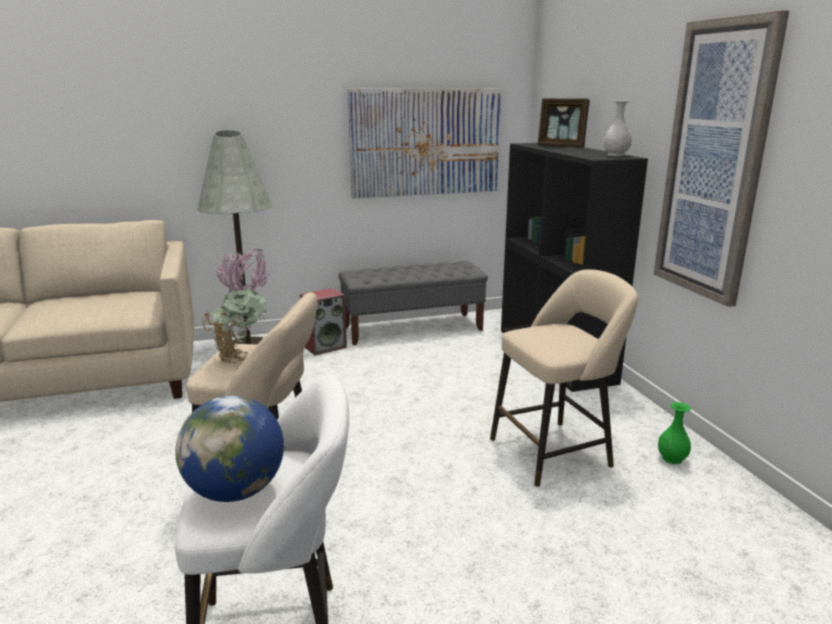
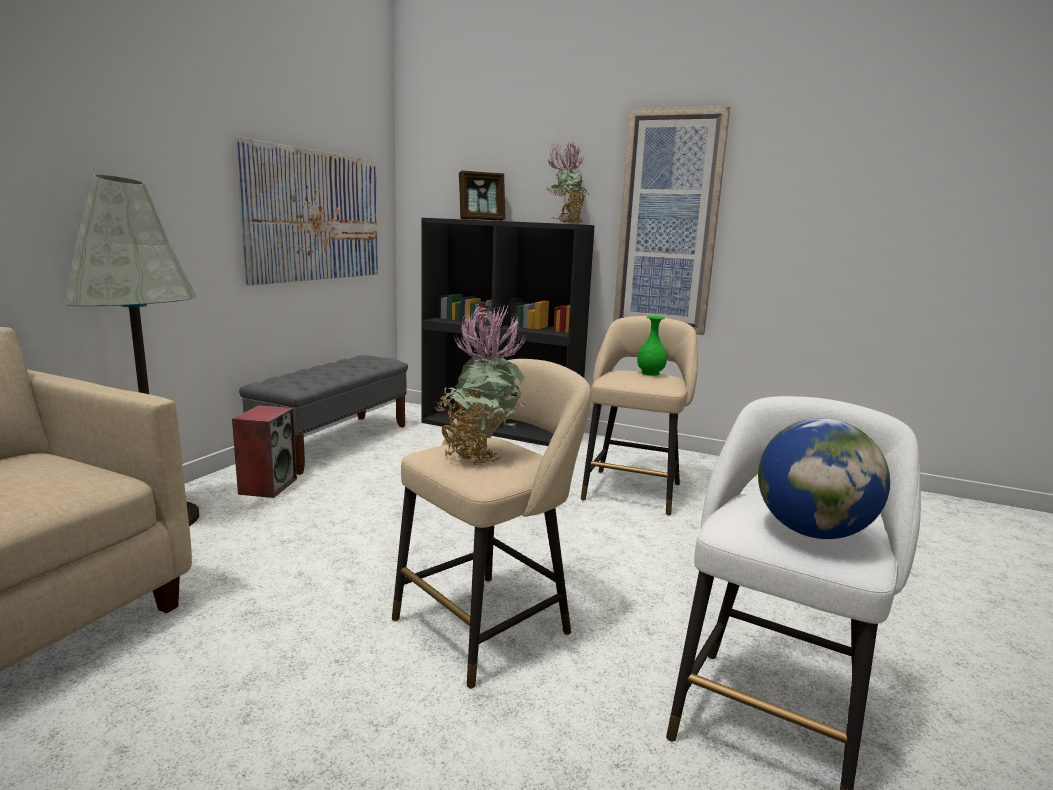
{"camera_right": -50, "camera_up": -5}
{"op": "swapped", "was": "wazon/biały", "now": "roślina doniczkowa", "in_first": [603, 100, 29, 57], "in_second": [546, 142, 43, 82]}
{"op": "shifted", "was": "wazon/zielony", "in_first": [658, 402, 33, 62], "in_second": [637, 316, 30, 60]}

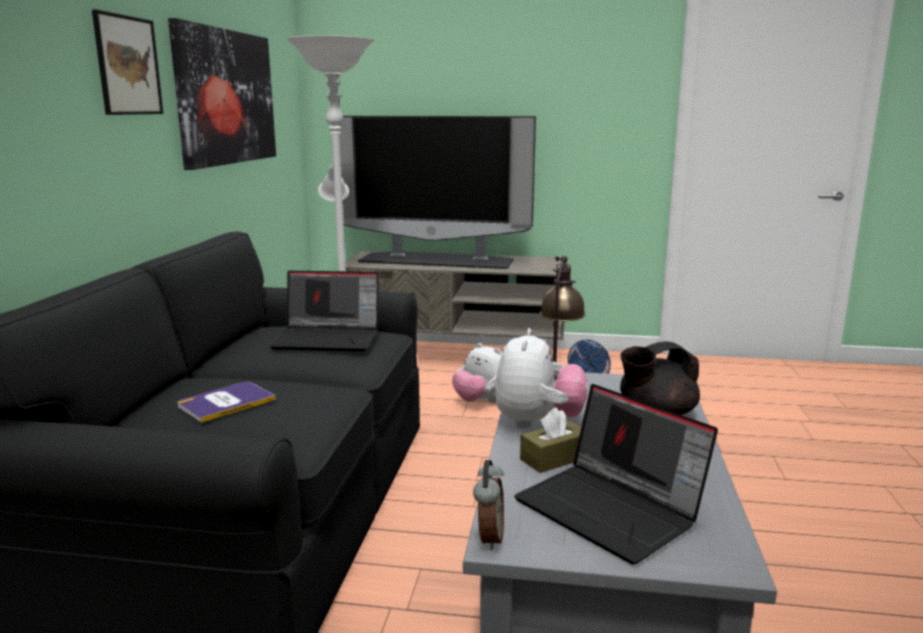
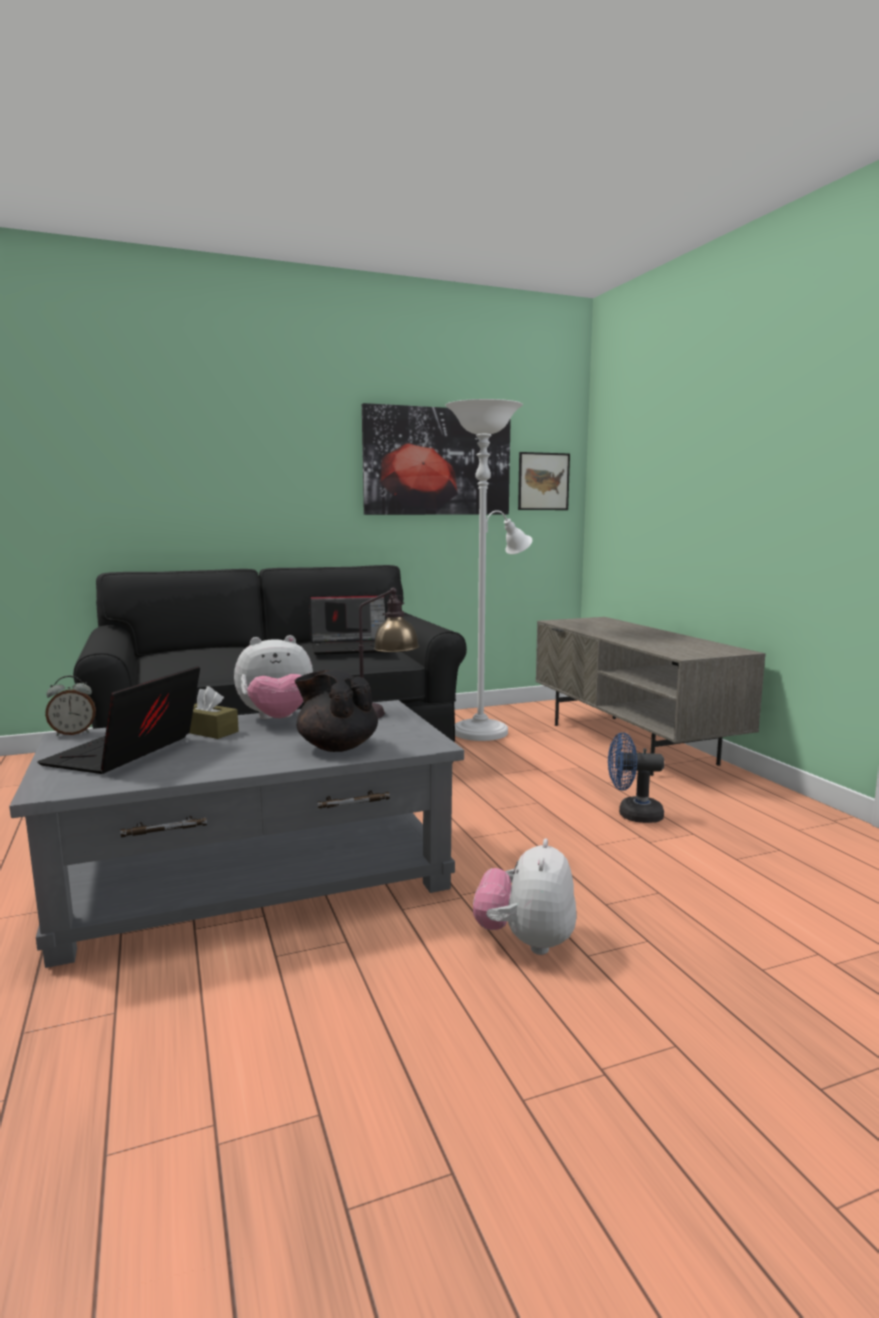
{"camera_right": 60, "camera_up": -5}
{"op": "shifted", "was": "obraz", "in_first": [92, 9, 71, 106], "in_second": [518, 452, 52, 58]}
{"op": "gone", "was": "książka", "in_first": [177, 382, 99, 41]}
{"op": "rotated", "was": "laptop", "in_first": [269, 271, 110, 80], "in_second": [309, 594, 78, 61], "clockwise": -75}
{"op": "gone", "was": "telewizor", "in_first": [331, 116, 205, 153]}
{"op": "shifted", "was": "pluszak", "in_first": [452, 343, 50, 60], "in_second": [473, 838, 104, 117]}

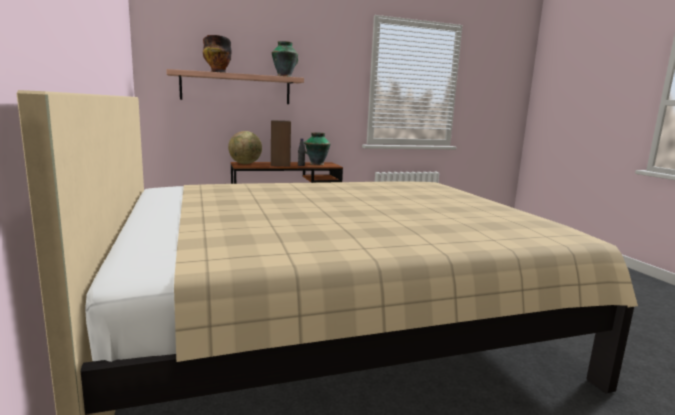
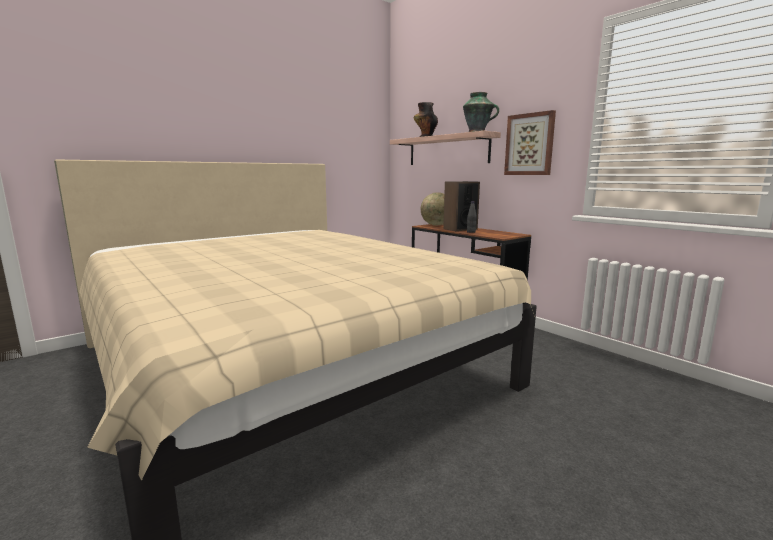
{"camera_right": 70, "camera_up": 0}
{"op": "gone", "was": "wazon", "in_first": [304, 132, 26, 33]}
{"op": "new", "now": "obraz", "in_second": [504, 110, 52, 65]}

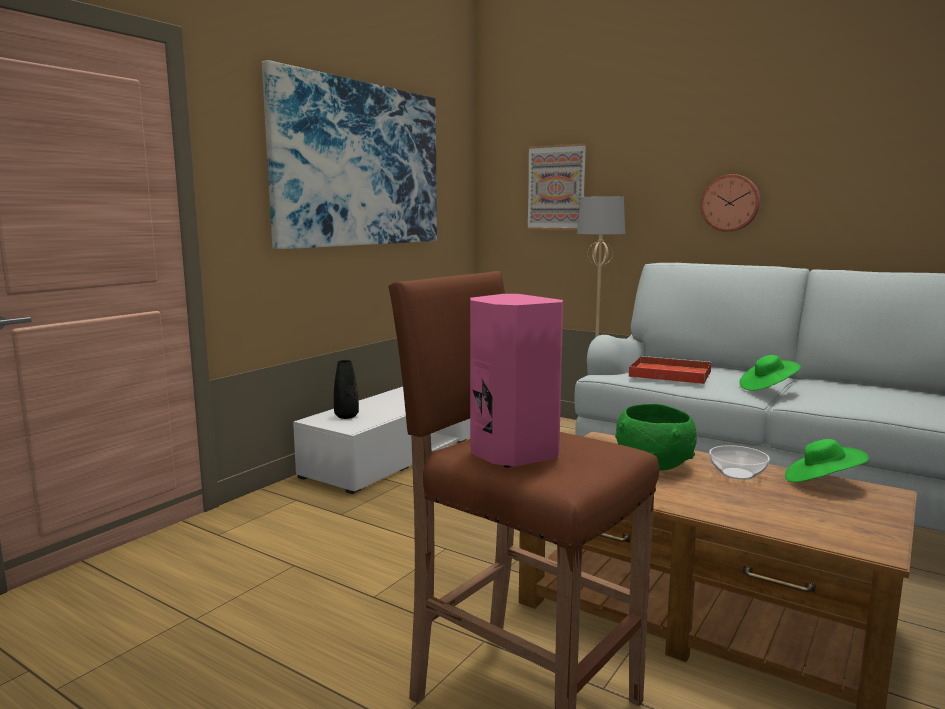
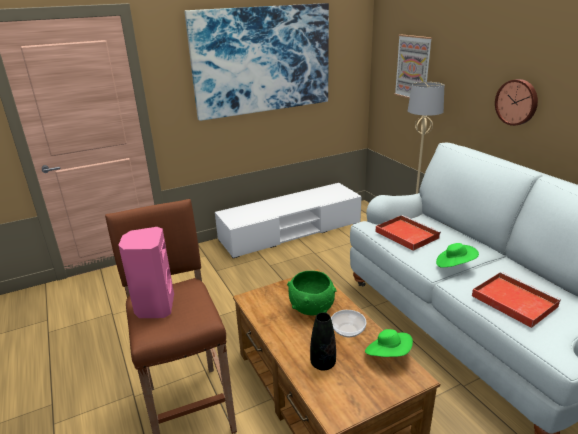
{"camera_right": 30, "camera_up": 15}
{"op": "shifted", "was": "wazon/czarny", "in_first": [334, 360, 25, 59], "in_second": [310, 313, 26, 58]}
{"op": "new", "now": "taca/czerwony", "in_second": [472, 272, 89, 56]}

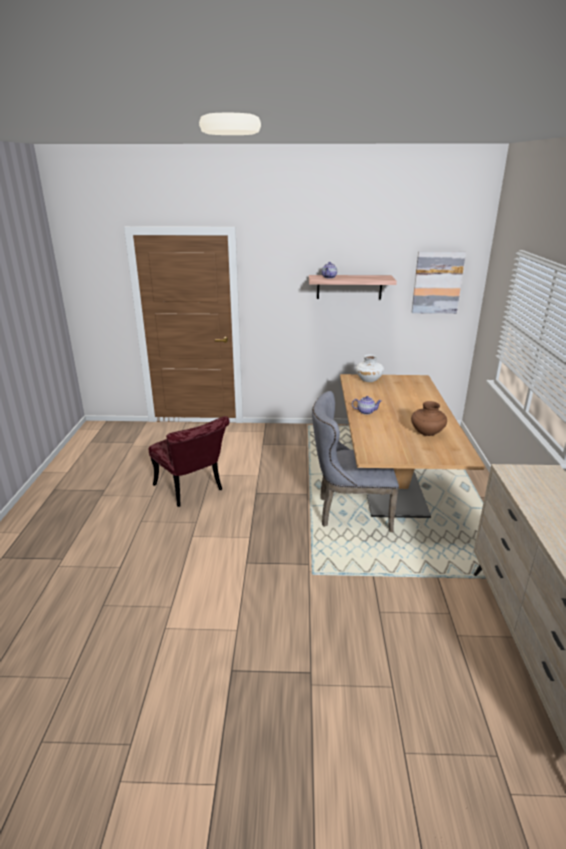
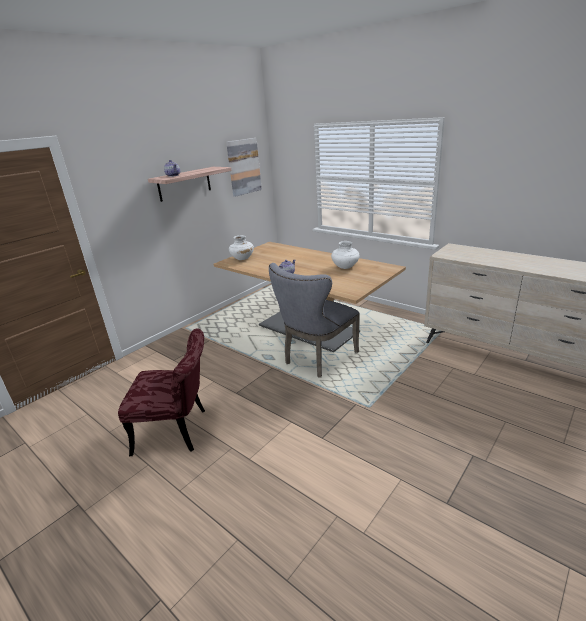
{"camera_right": -50, "camera_up": 0}
{"op": "repainted", "was": "wazon/brązowy", "now": "wazon/biały", "in_first": [411, 401, 36, 35], "in_second": [331, 241, 28, 28]}

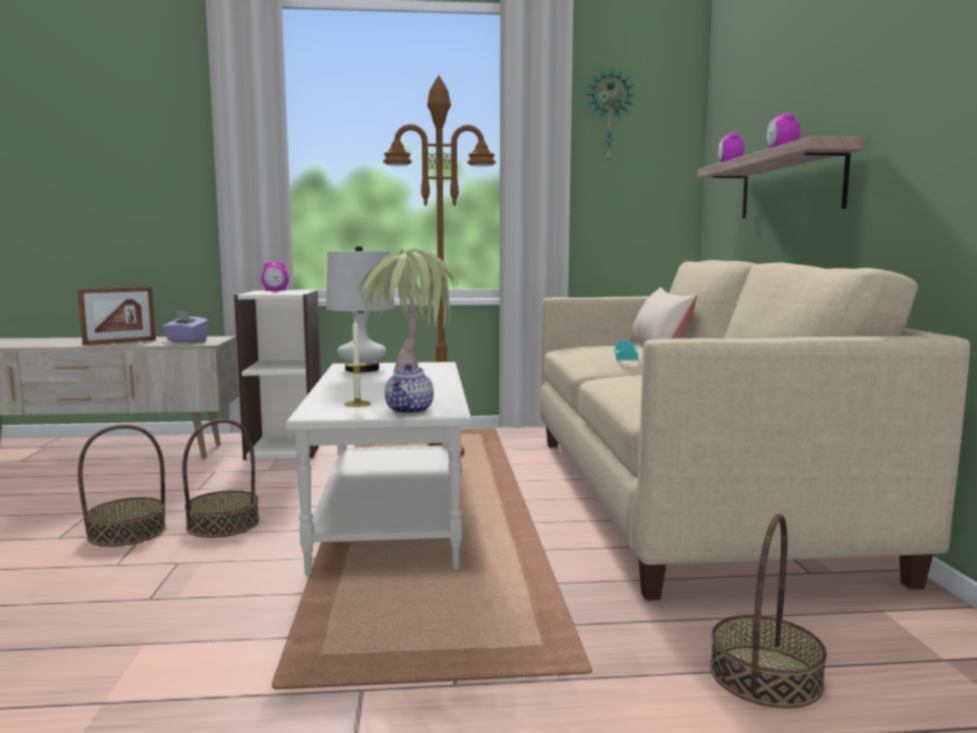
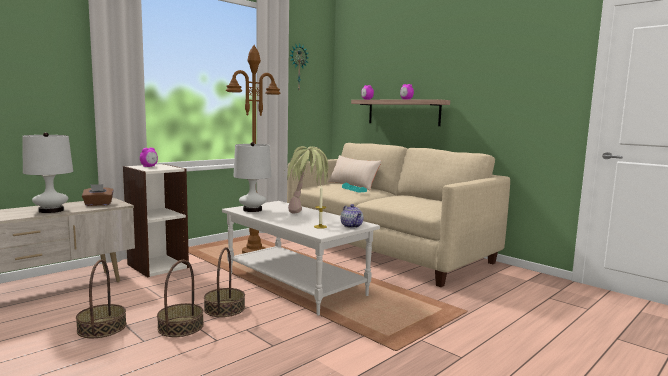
{"camera_right": -40, "camera_up": 0}
{"op": "swapped", "was": "ramka na zdjęcie", "now": "lampa stołowa/biały", "in_first": [78, 287, 78, 58], "in_second": [22, 132, 51, 81]}
{"op": "repainted", "was": "pudełko chusteczek/fioletowy", "now": "pudełko chusteczek/brązowy", "in_first": [162, 311, 47, 31], "in_second": [82, 184, 32, 22]}
{"op": "shifted", "was": "koszyk", "in_first": [710, 514, 117, 194], "in_second": [76, 260, 51, 78]}

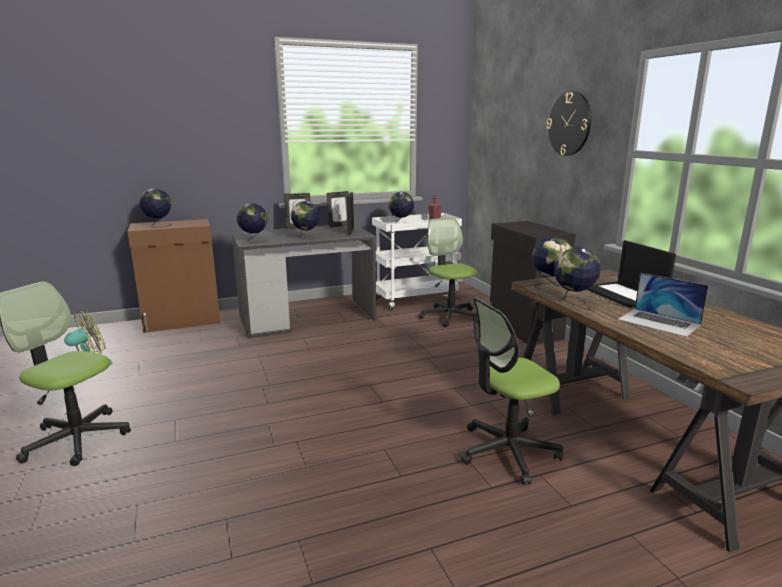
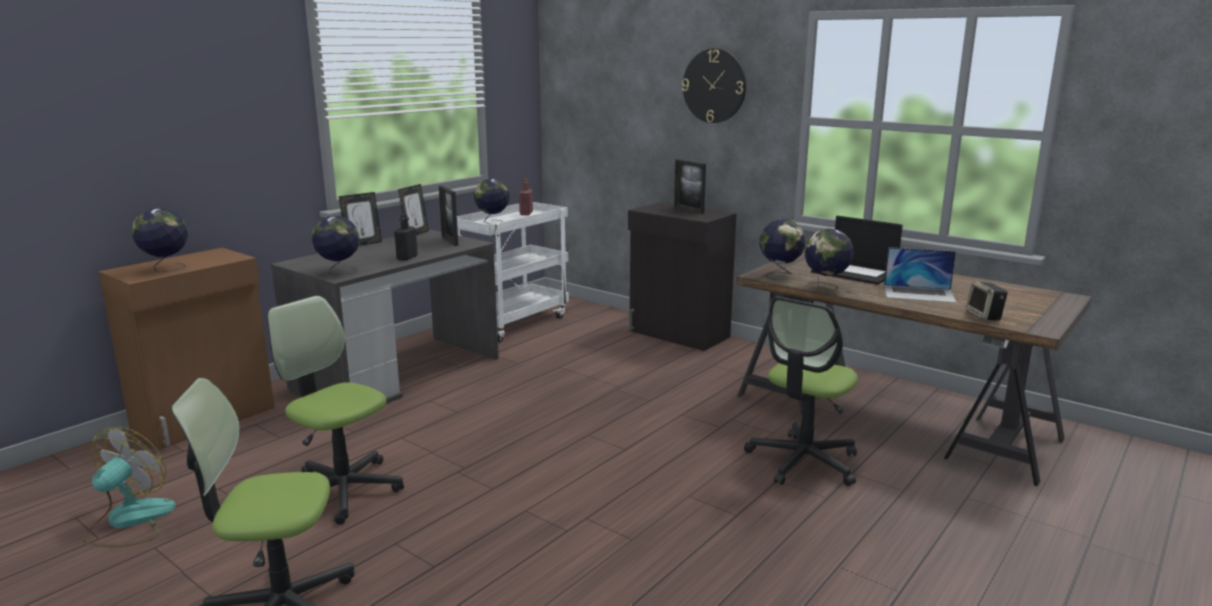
{"camera_right": -30, "camera_up": 0}
{"op": "swapped", "was": "globus", "now": "butelka/czarny", "in_first": [291, 201, 29, 38], "in_second": [394, 213, 24, 47]}
{"op": "shifted", "was": "krzesło biurowe", "in_first": [418, 217, 59, 110], "in_second": [268, 296, 136, 228]}
{"op": "new", "now": "ramka na zdjęcie", "in_second": [674, 159, 32, 55]}
{"op": "new", "now": "głośnik", "in_second": [966, 281, 42, 40]}

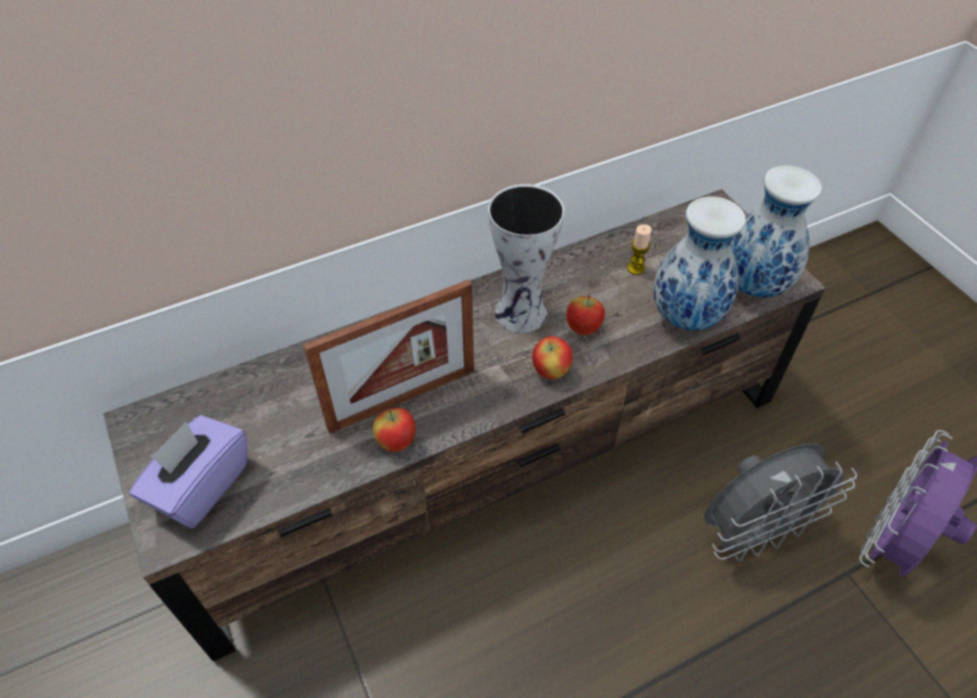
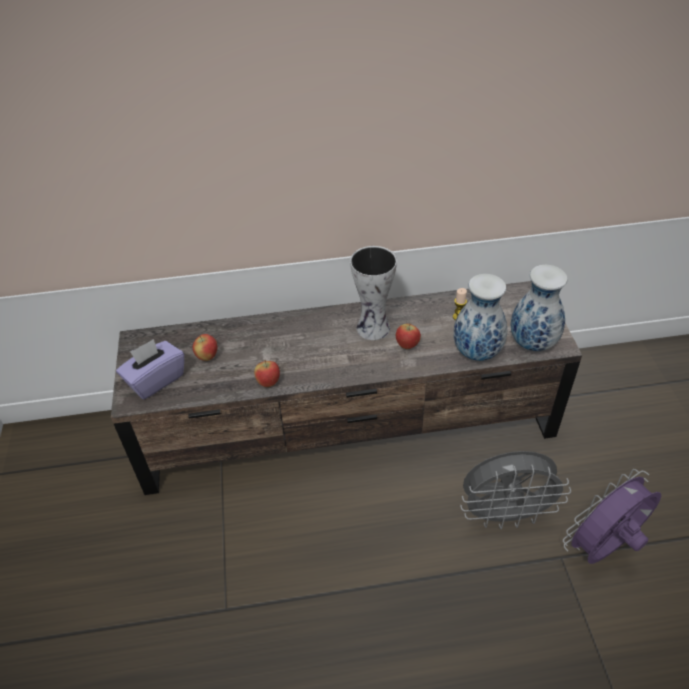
{"camera_right": 20, "camera_up": -5}
{"op": "gone", "was": "ramka na zdjęcie", "in_first": [303, 280, 171, 154]}
{"op": "shifted", "was": "jabłko", "in_first": [532, 336, 41, 43], "in_second": [193, 334, 25, 27]}

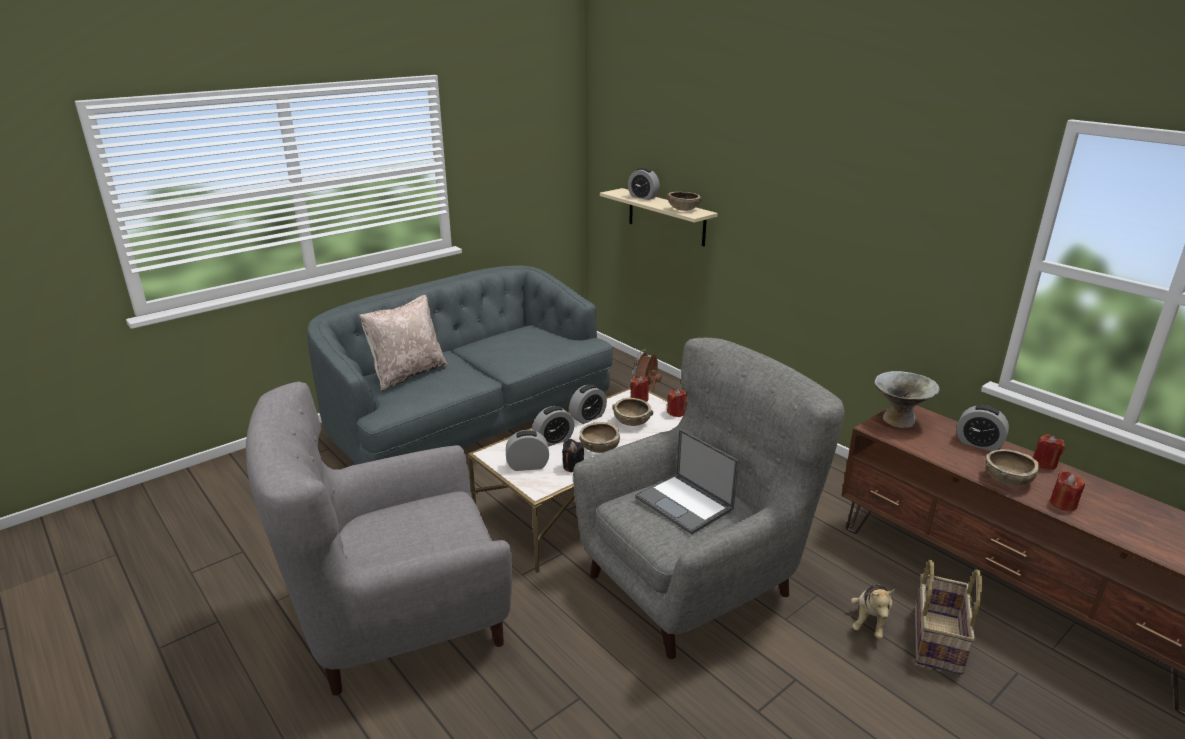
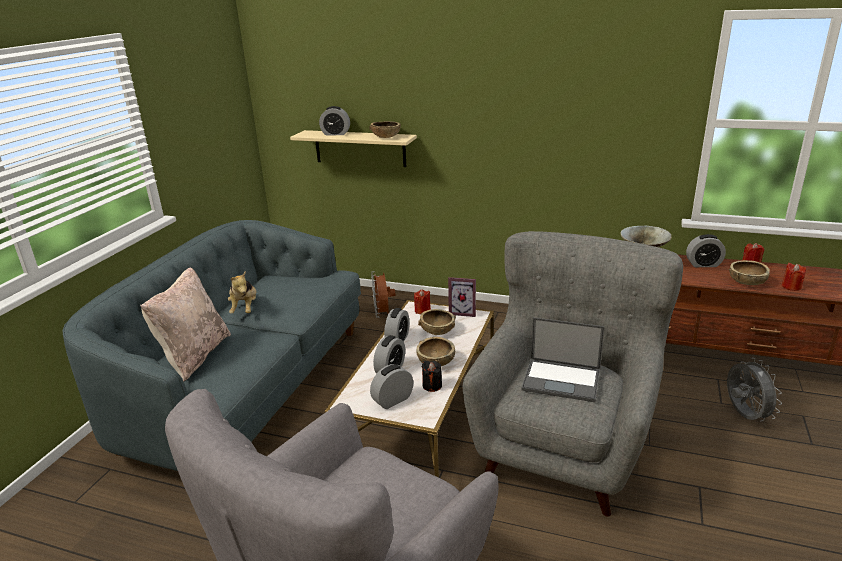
{"camera_right": -30, "camera_up": 0}
{"op": "swapped", "was": "świeca/czerwony", "now": "ramka na zdjęcie", "in_first": [667, 389, 20, 28], "in_second": [448, 277, 28, 40]}
{"op": "shifted", "was": "pluszak", "in_first": [851, 584, 44, 55], "in_second": [228, 271, 28, 43]}
{"op": "swapped", "was": "koszyk", "now": "wentylator/szary", "in_first": [915, 560, 67, 115], "in_second": [727, 358, 55, 64]}

